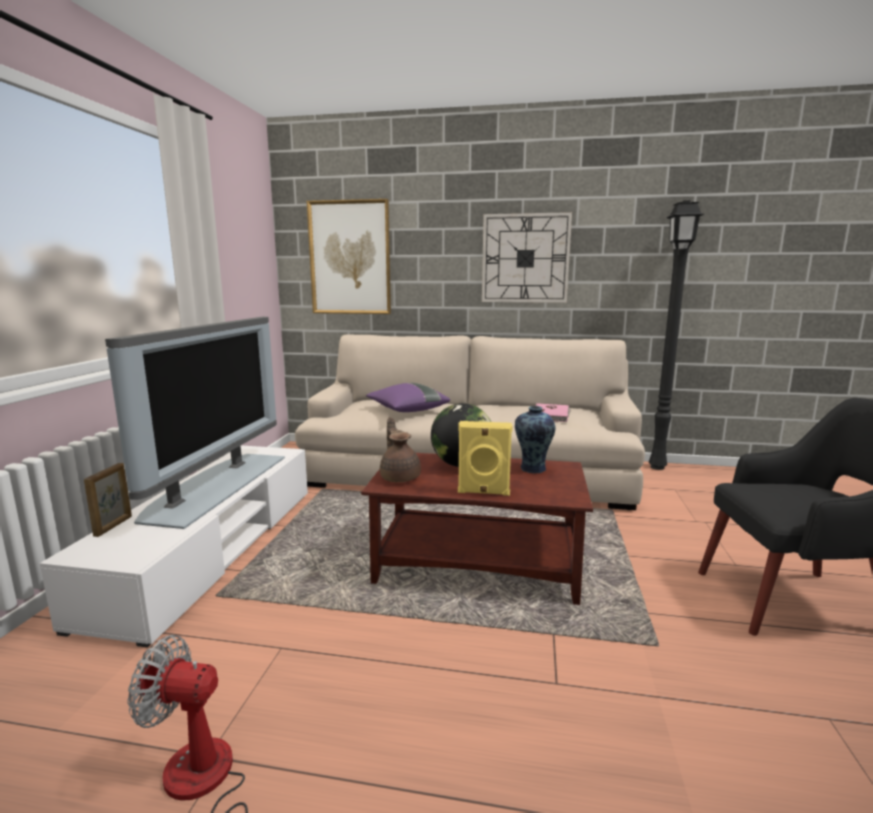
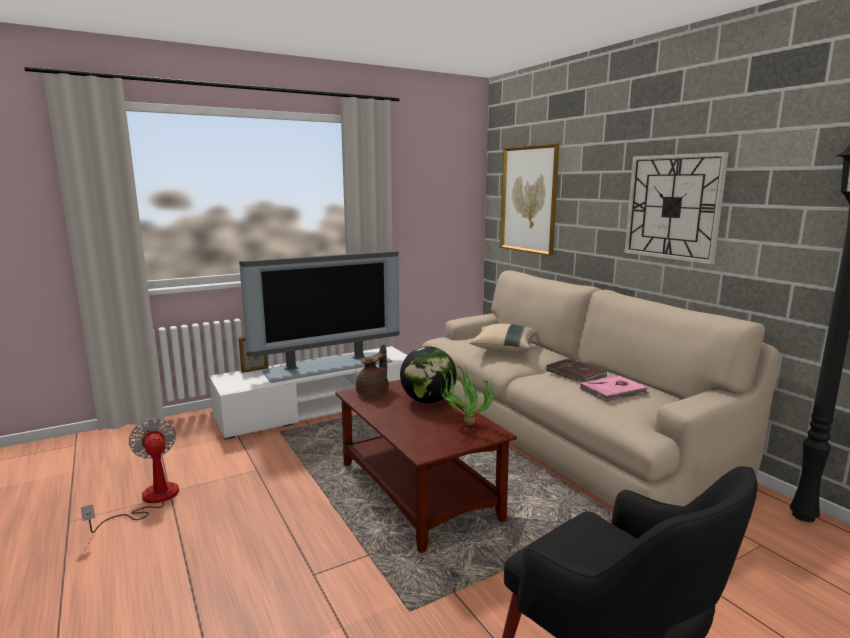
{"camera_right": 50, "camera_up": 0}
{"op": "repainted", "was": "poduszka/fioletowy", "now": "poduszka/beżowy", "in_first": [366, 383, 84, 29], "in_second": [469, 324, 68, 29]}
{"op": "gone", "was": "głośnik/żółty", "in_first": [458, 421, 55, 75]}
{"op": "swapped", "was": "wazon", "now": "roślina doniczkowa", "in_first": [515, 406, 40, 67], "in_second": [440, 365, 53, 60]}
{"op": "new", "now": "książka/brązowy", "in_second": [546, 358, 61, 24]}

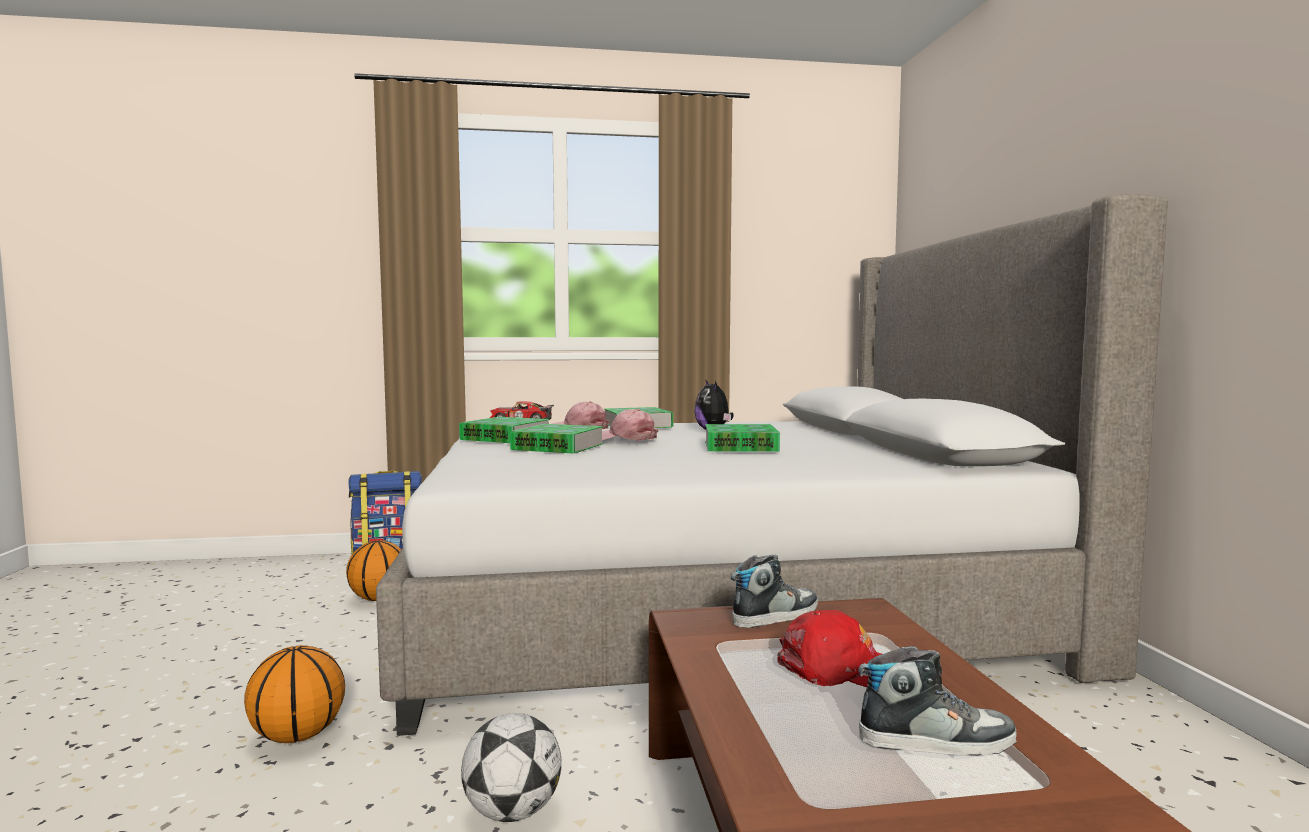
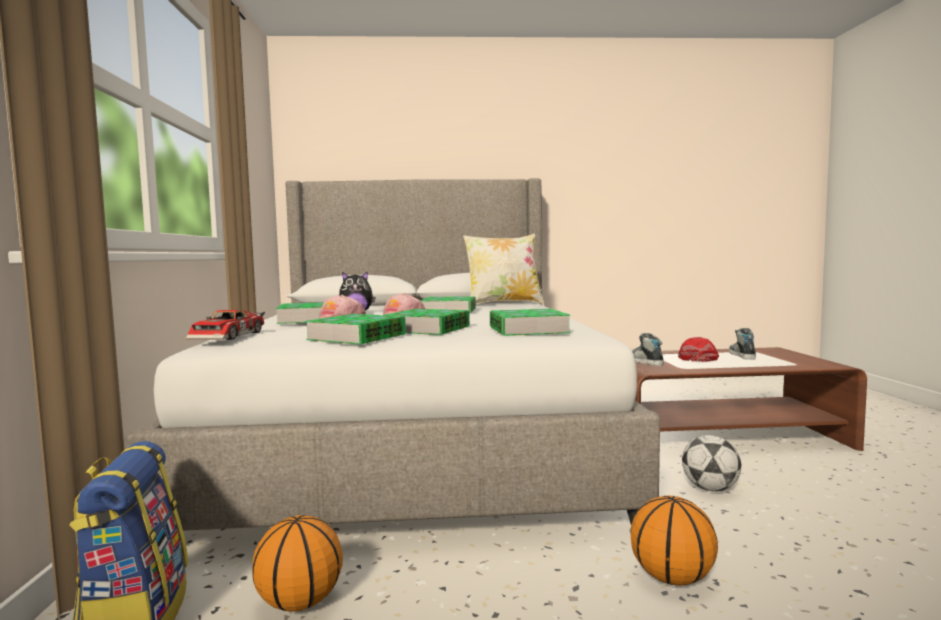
{"camera_right": -85, "camera_up": 0}
{"op": "new", "now": "poduszka", "in_second": [463, 234, 81, 70]}
{"op": "new", "now": "książka", "in_second": [490, 308, 81, 28]}

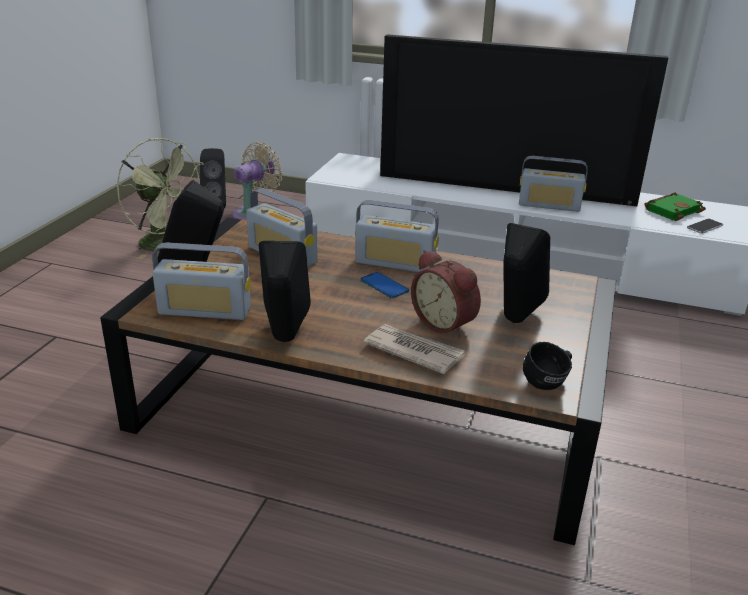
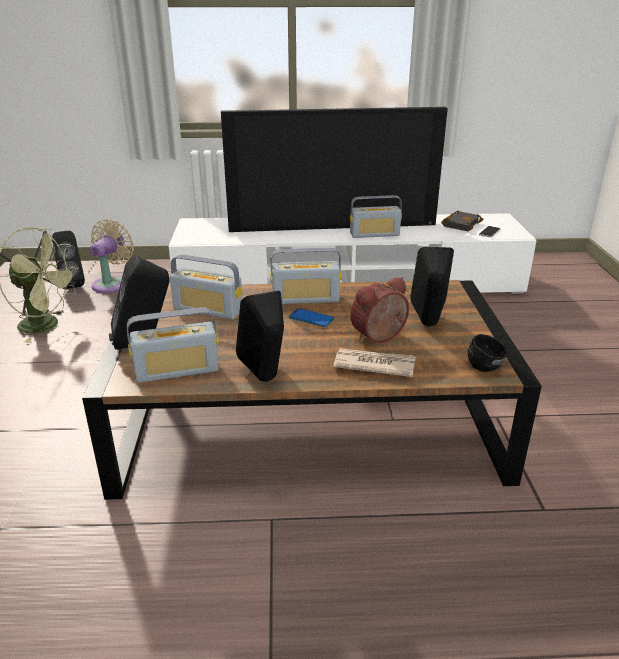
{"camera_right": -20, "camera_up": 0}
{"op": "rotated", "was": "budzik", "in_first": [411, 250, 70, 87], "in_second": [350, 277, 59, 66], "clockwise": 120}
{"op": "repainted", "was": "książka/zielony", "now": "książka/czarny", "in_first": [645, 192, 61, 29], "in_second": [441, 210, 42, 21]}

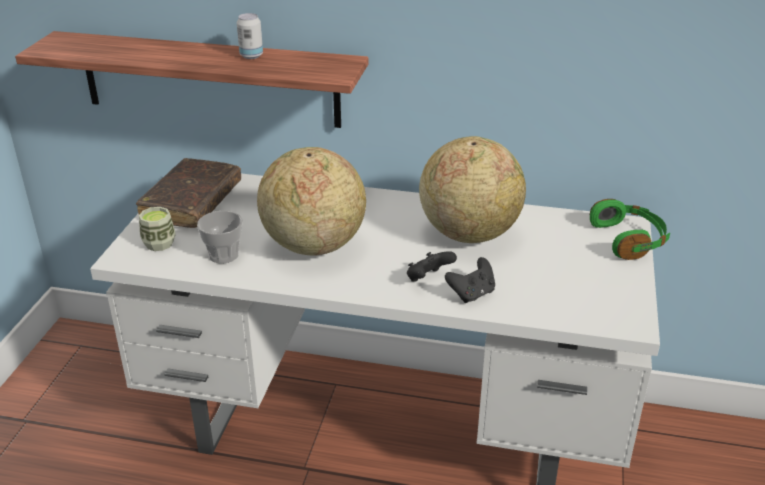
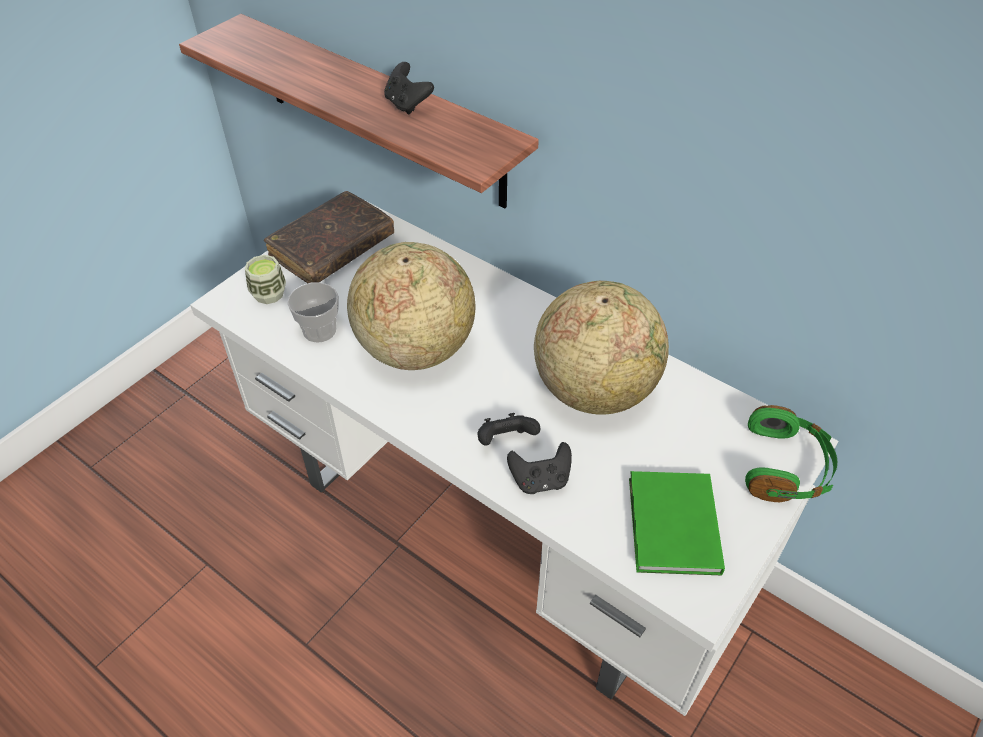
{"camera_right": 25, "camera_up": 15}
{"op": "swapped", "was": "puszka", "now": "pad do gier/czarny", "in_first": [237, 13, 26, 46], "in_second": [384, 62, 50, 53]}
{"op": "new", "now": "książka/zielony", "in_second": [629, 471, 96, 105]}

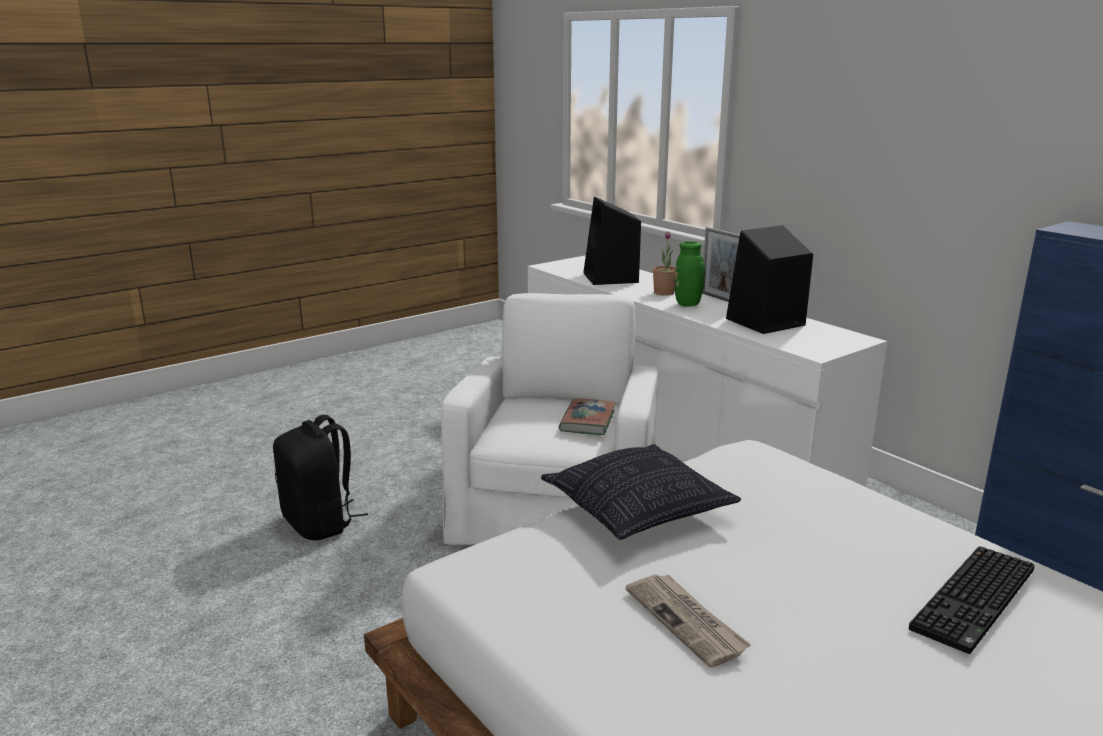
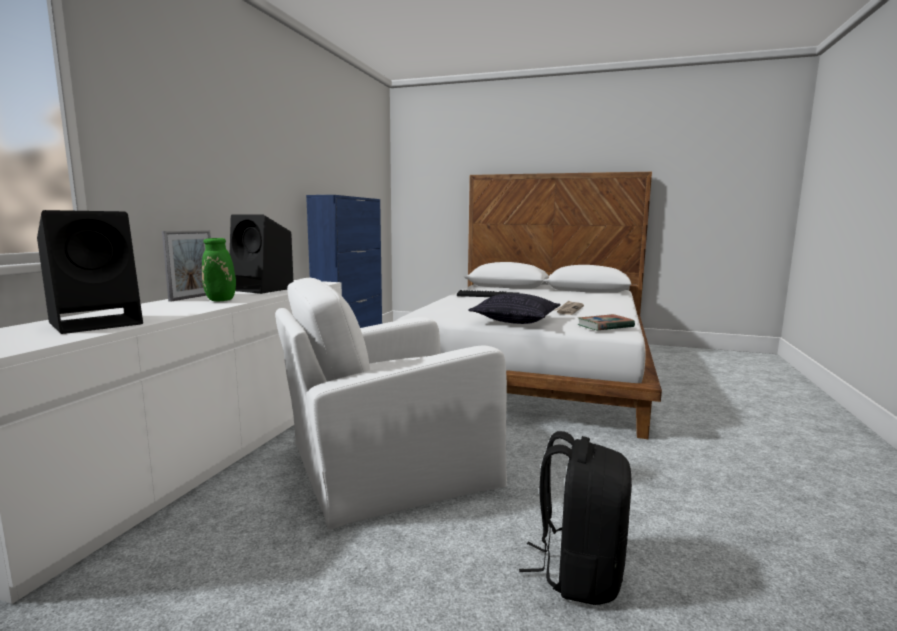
{"camera_right": -125, "camera_up": -10}
{"op": "shifted", "was": "książka", "in_first": [559, 398, 57, 37], "in_second": [578, 314, 57, 17]}
{"op": "gone", "was": "roślina doniczkowa", "in_first": [653, 231, 23, 65]}

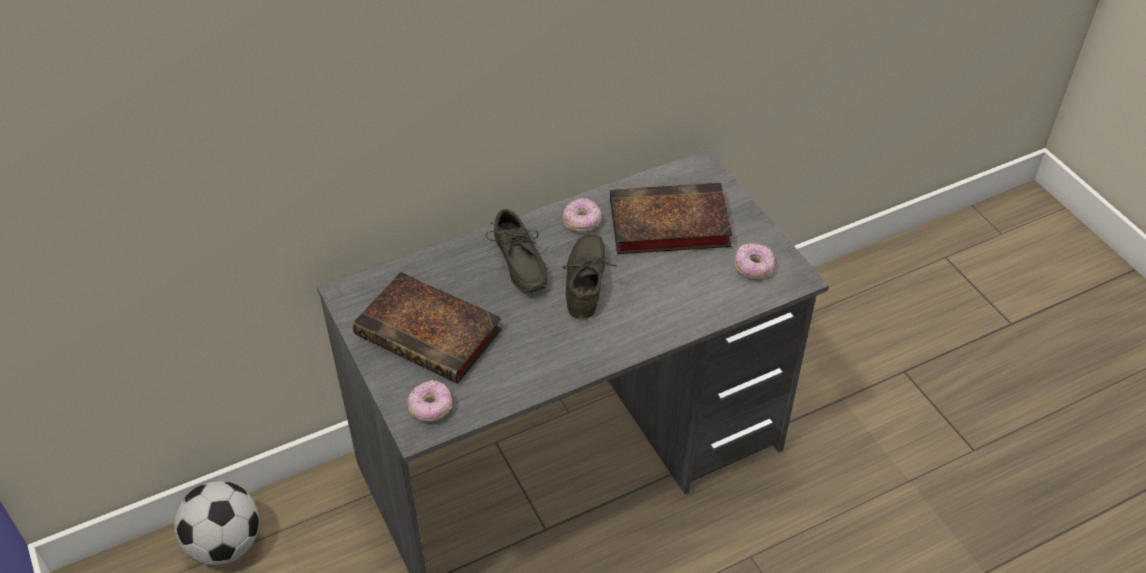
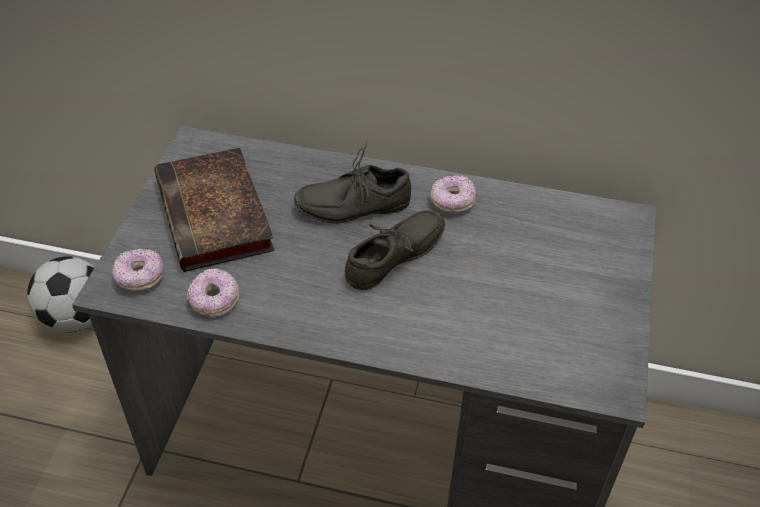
{"camera_right": 40, "camera_up": 0}
{"op": "rotated", "was": "but/szary", "in_first": [486, 209, 62, 84], "in_second": [294, 143, 117, 81], "clockwise": 60}
{"op": "gone", "was": "książka", "in_first": [610, 182, 122, 72]}
{"op": "shifted", "was": "donut", "in_first": [735, 243, 40, 36], "in_second": [187, 269, 52, 48]}

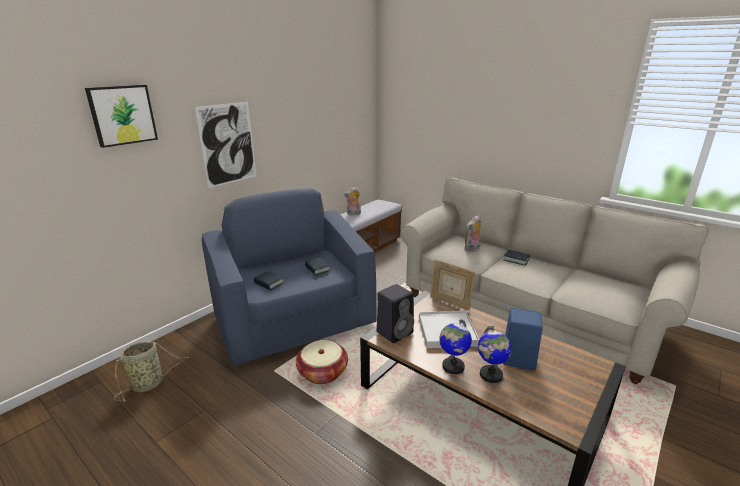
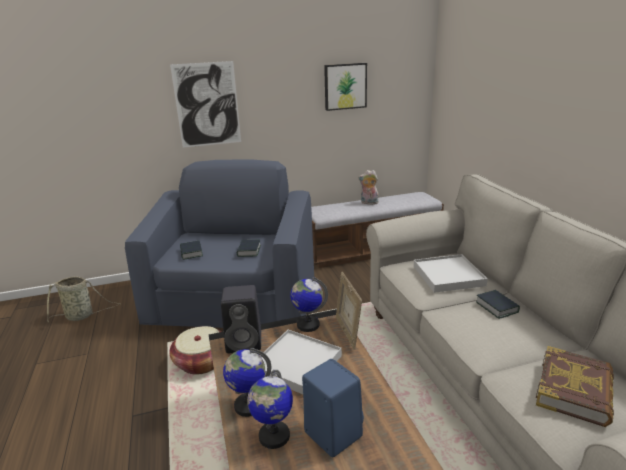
{"camera_right": 35, "camera_up": 0}
{"op": "shifted", "was": "obraz", "in_first": [85, 85, 73, 63], "in_second": [324, 63, 43, 48]}
{"op": "swapped", "was": "pluszak", "now": "taca/biały", "in_first": [464, 215, 17, 36], "in_second": [414, 254, 73, 39]}
{"op": "new", "now": "globus", "in_second": [290, 277, 38, 55]}
{"op": "new", "now": "książka", "in_second": [536, 346, 78, 81]}

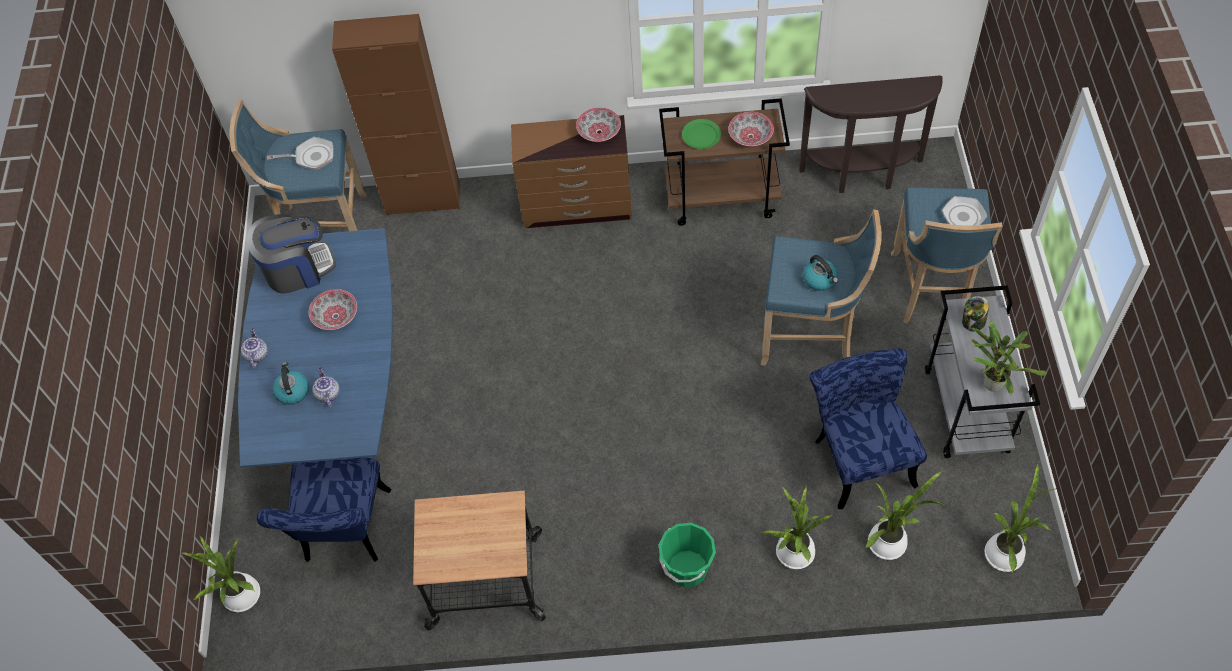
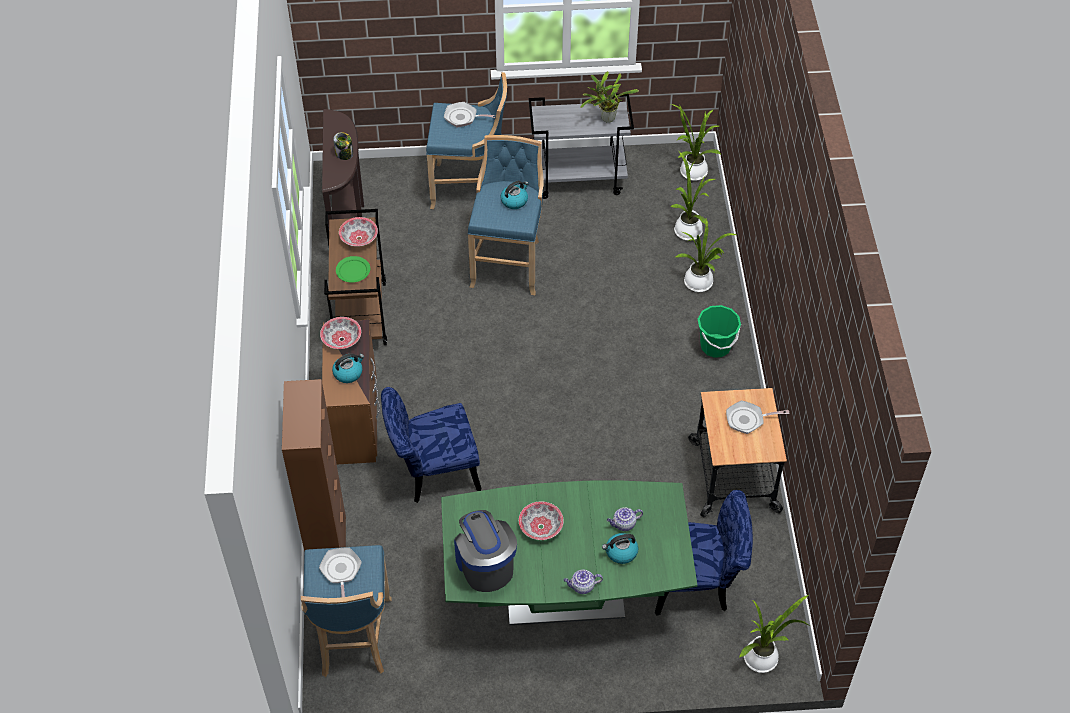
{"camera_right": -95, "camera_up": -5}
{"op": "repainted", "was": "stół jadalny/niebieski", "now": "stół jadalny/zielony", "in_first": [238, 228, 155, 240], "in_second": [441, 480, 256, 145]}
{"op": "shifted", "was": "krzesło/niebieski", "in_first": [810, 348, 117, 161], "in_second": [381, 387, 100, 116]}
{"op": "shifted", "was": "słoik", "in_first": [962, 296, 27, 36], "in_second": [333, 132, 20, 28]}
{"op": "new", "now": "czajnik", "in_second": [332, 353, 32, 30]}
{"op": "new", "now": "patelnia", "in_second": [726, 400, 63, 34]}

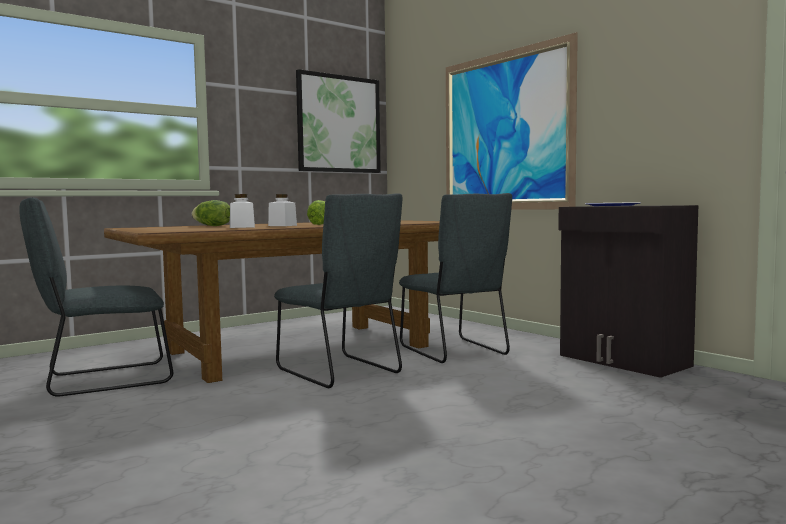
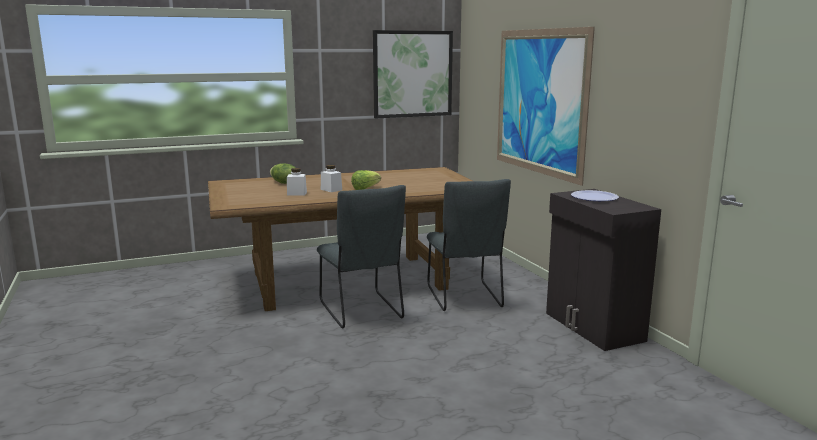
{"camera_right": 15, "camera_up": 10}
{"op": "gone", "was": "krzesło/szary", "in_first": [19, 197, 154, 199]}

